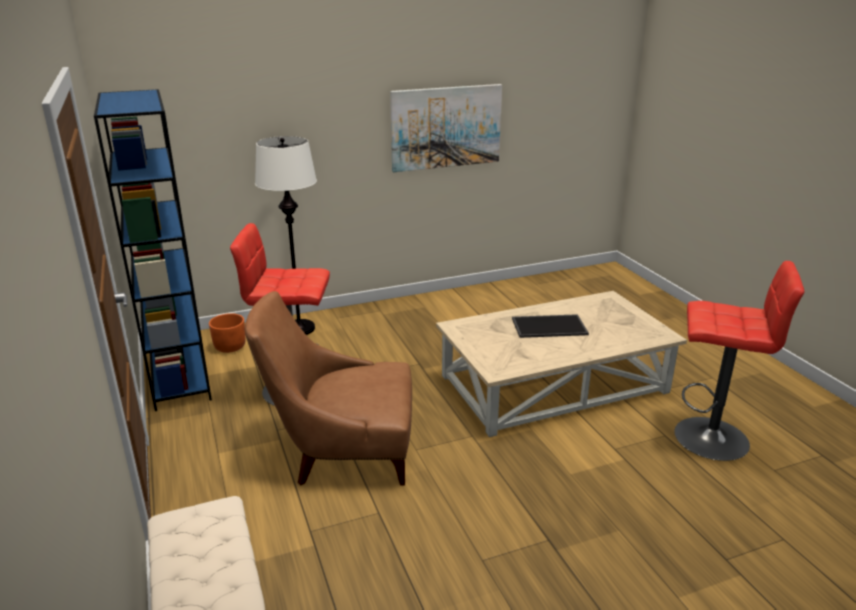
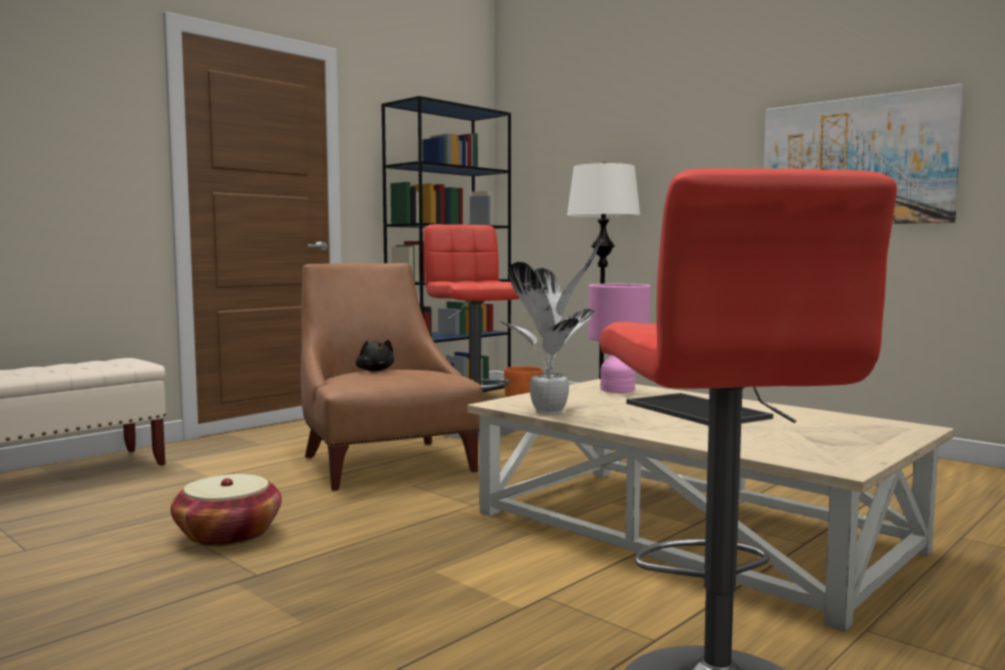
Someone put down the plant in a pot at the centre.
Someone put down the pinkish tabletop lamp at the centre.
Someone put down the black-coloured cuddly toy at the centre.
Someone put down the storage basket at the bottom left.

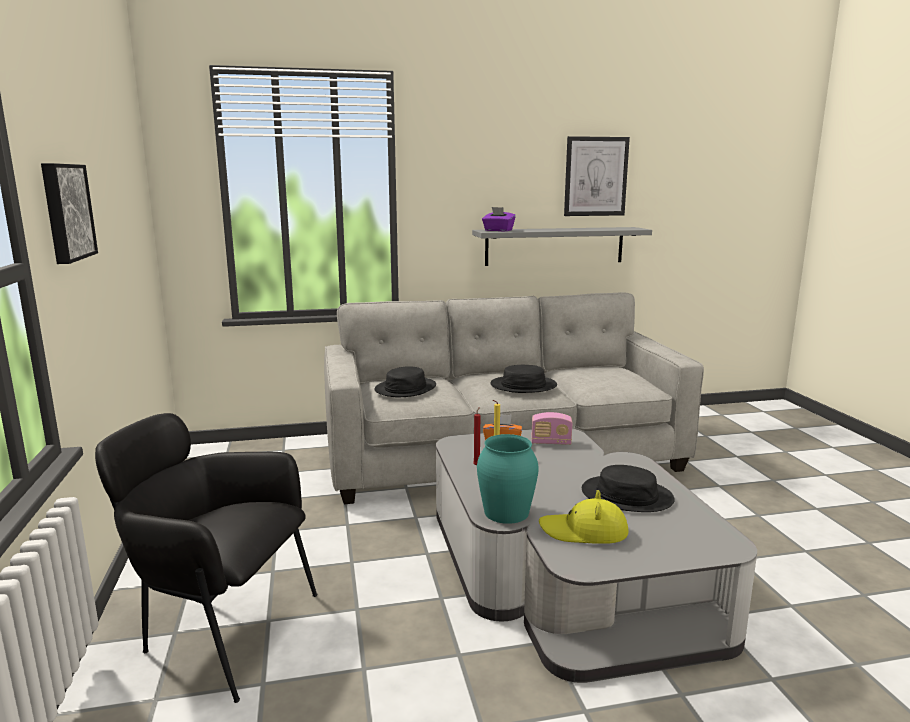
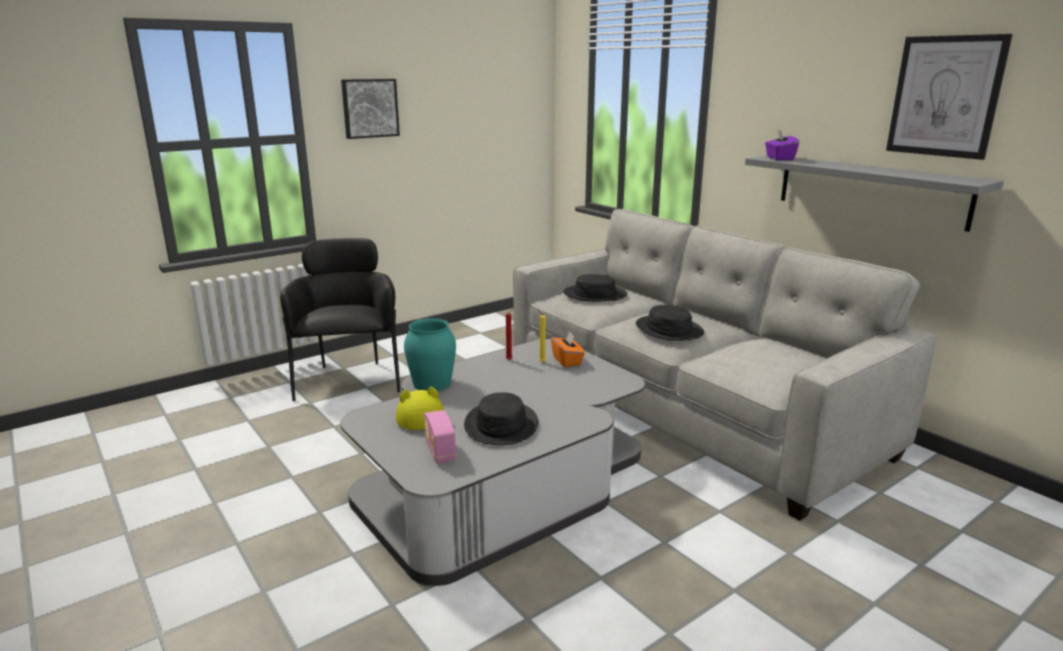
Someone carried the radio set from the centre to the bottom centre.

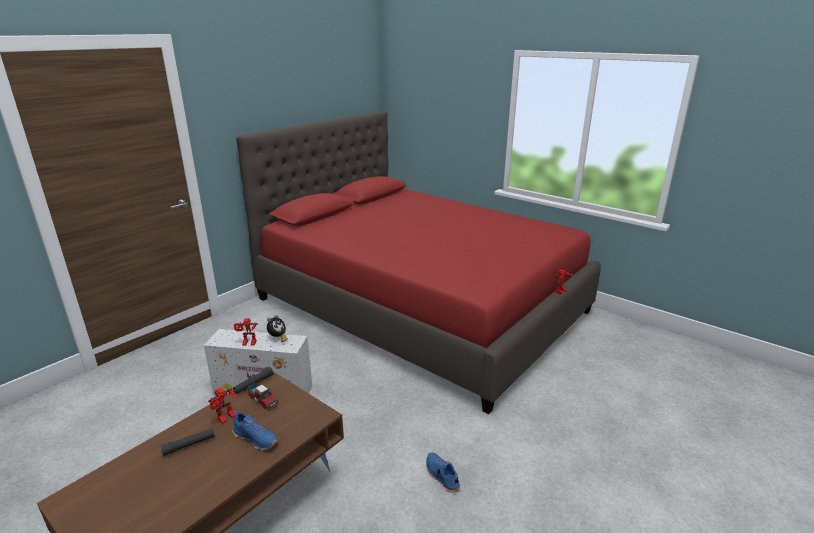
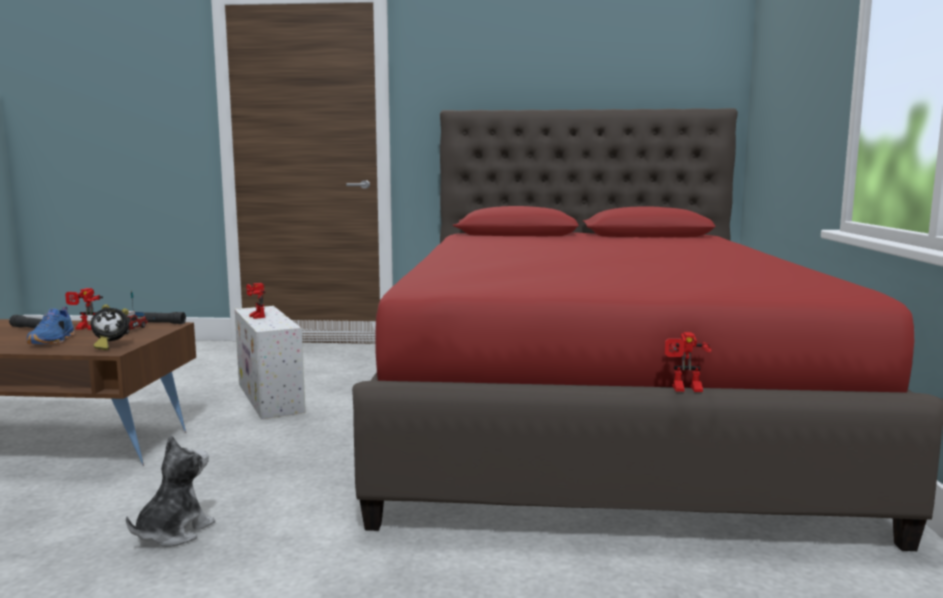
Someone carried the alarm clock from the centre to the middle left.
Someone swapped the blue-coloured low shoe (no. 2 from left) at the bottom centre for the cuddly toy at the bottom left.

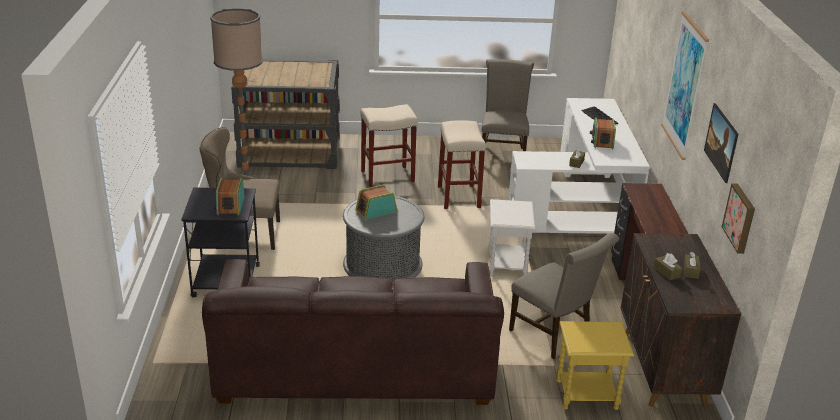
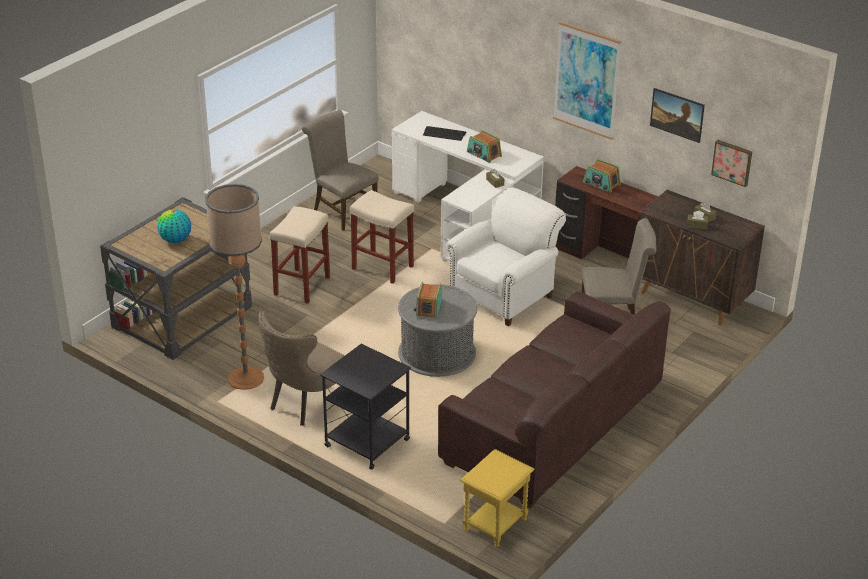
Someone carried the radio set (no. 1 from left in the first image) from the middle left to the top right.
Someone swapped the white-coloured end table at the centre for the white-coloured lounge chair at the centre.
Someone carried the yellow end table from the bottom right to the bottom centre.
Someone put down the world globe at the middle left.

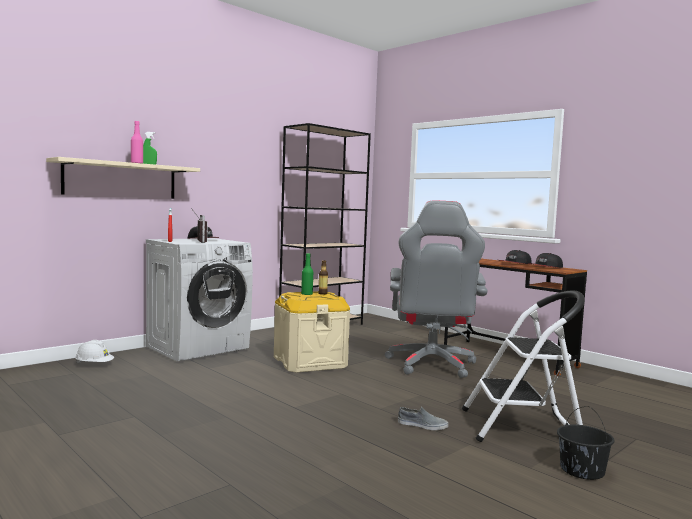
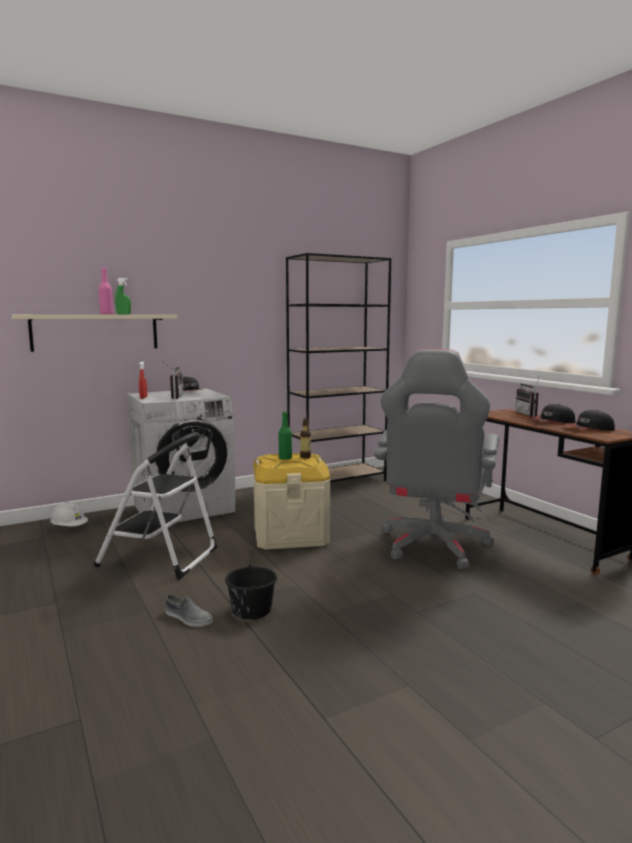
Someone carried the step ladder from the bottom right to the middle left.
Someone carried the black-coloured bucket from the bottom right to the bottom centre.
Someone carried the greyish low shoe from the bottom centre to the bottom left.
Someone put down the radio set (no. 2 from left) at the middle right.

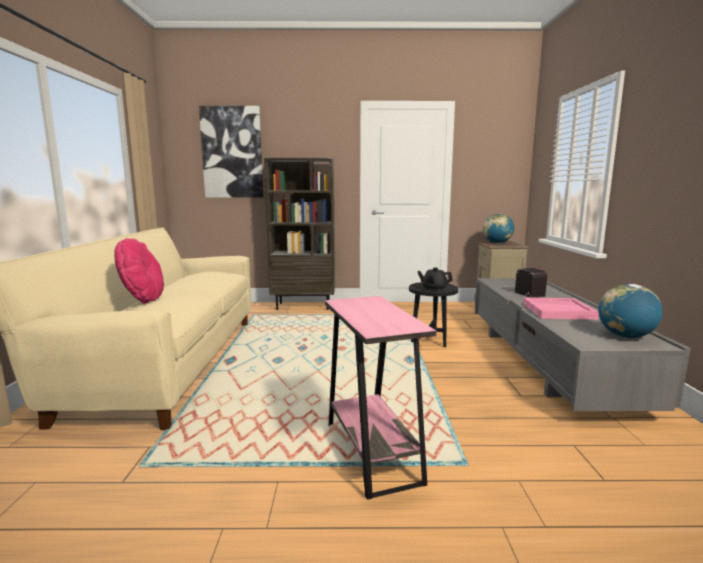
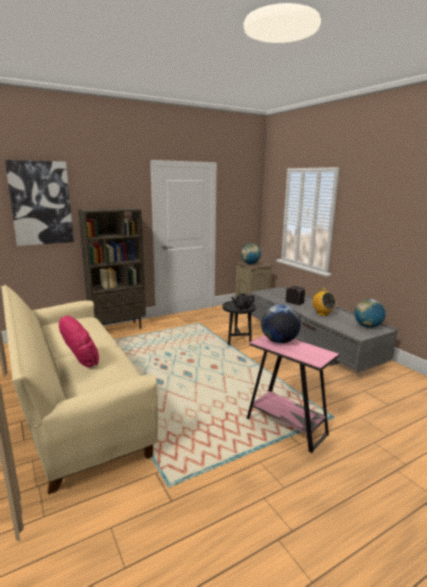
Someone swapped the pinkish tray at the middle right for the radio set (no. 2 from left) at the middle right.
Someone put down the world globe (no. 2 from left) at the centre.

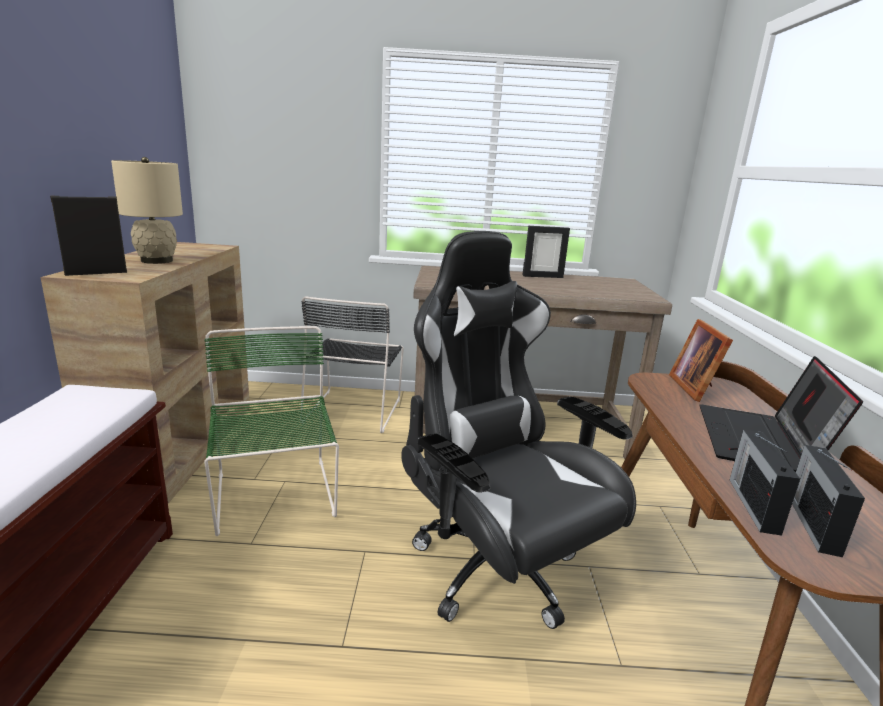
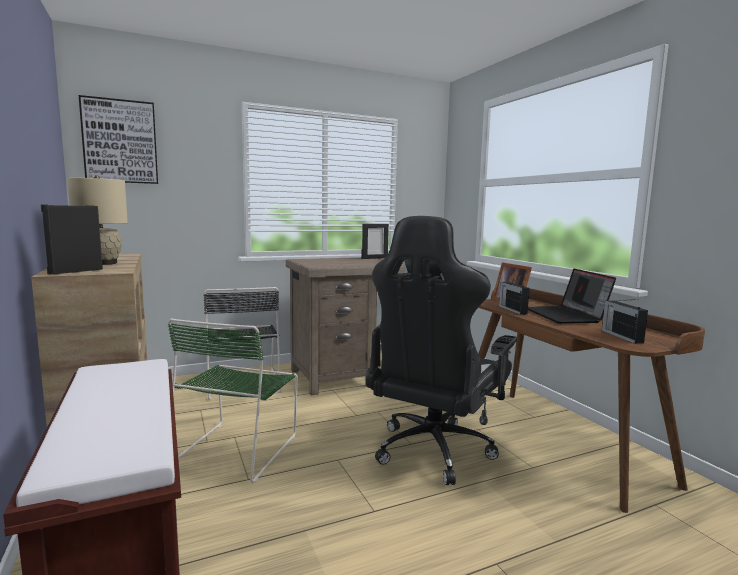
Someone rotated the black-coloured computer chair at the centre by 90 degrees counterclockwise.
Someone rotated the greenish upright chair at the middle left by 120 degrees counterclockwise.
Someone carried the radio set (no. 1 from left) from the bottom right to the middle right.
Someone put up the wall picture at the top left.

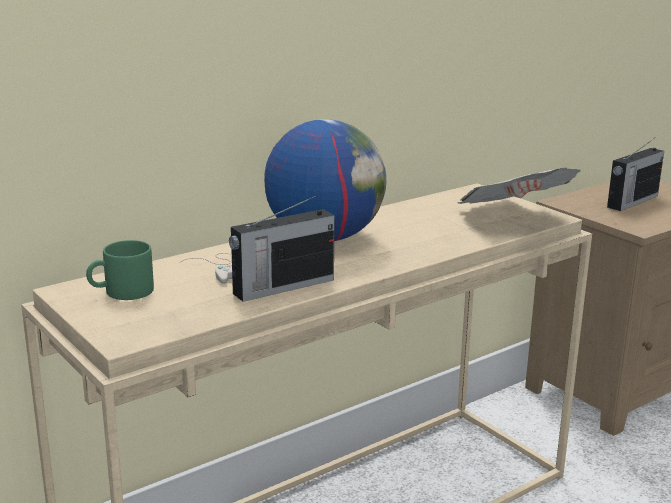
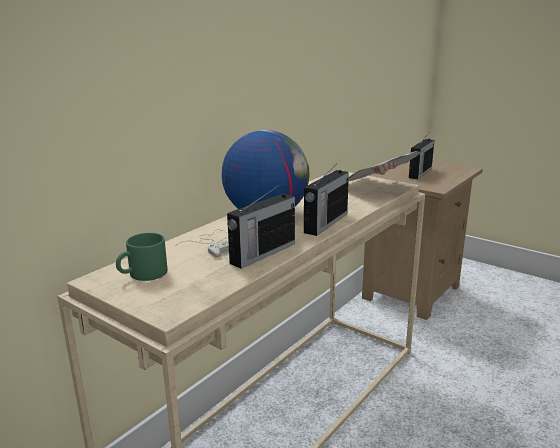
Someone put down the radio set (no. 2 from left) at the centre.

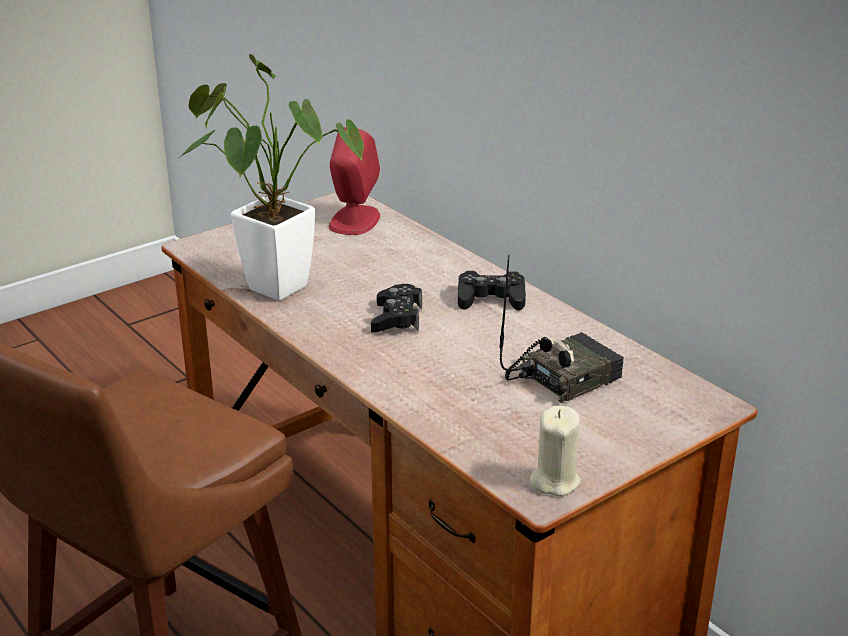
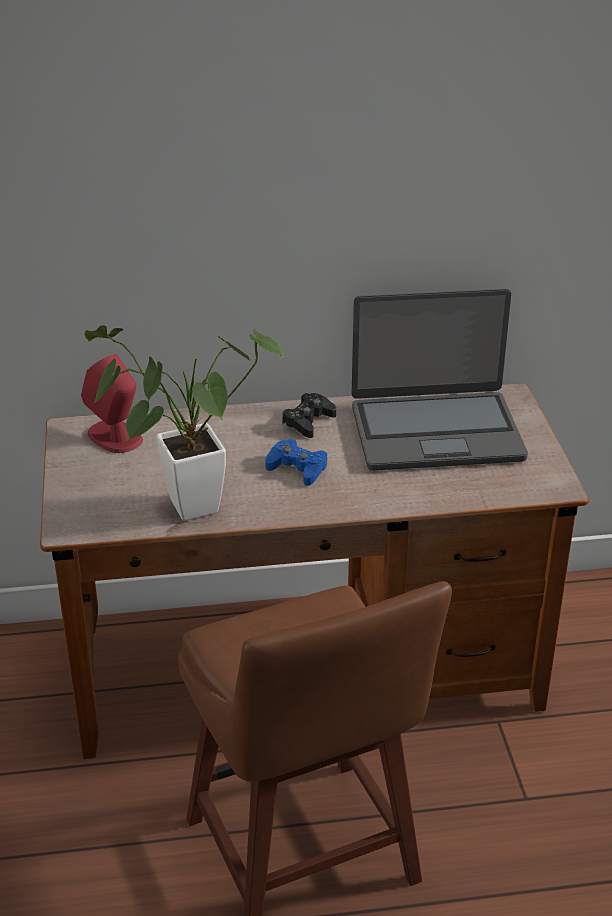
Someone swapped the radio set at the centre for the notebook computer at the middle right.
Someone repainted the black-coloured game controller (no. 1 from left) at the centre, which became the blue-coloured game controller at the centre.
Someone took away the beige-coloured wax candle at the bottom centre.

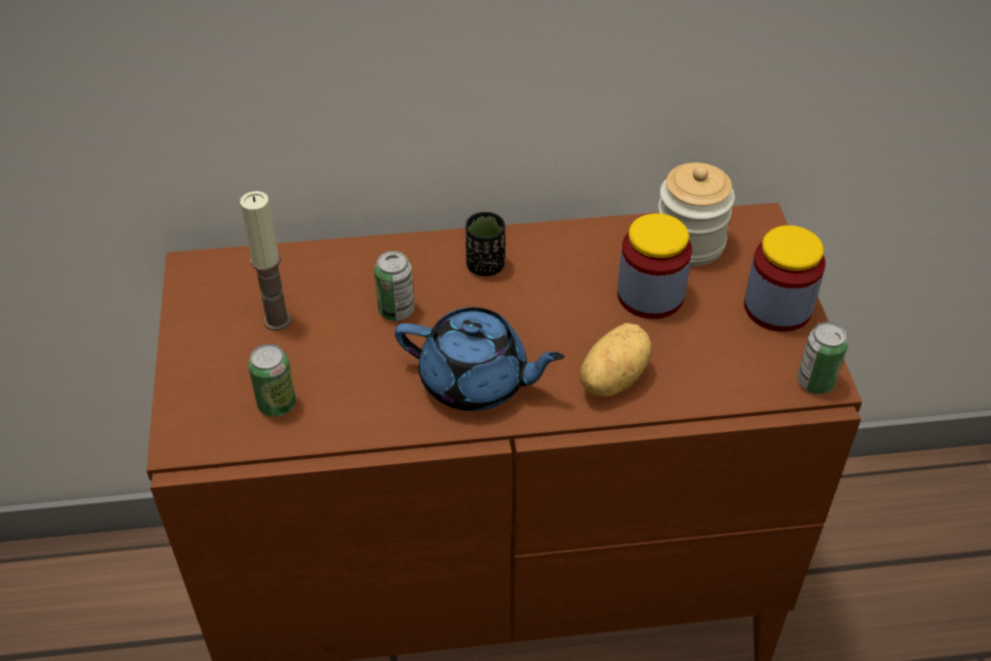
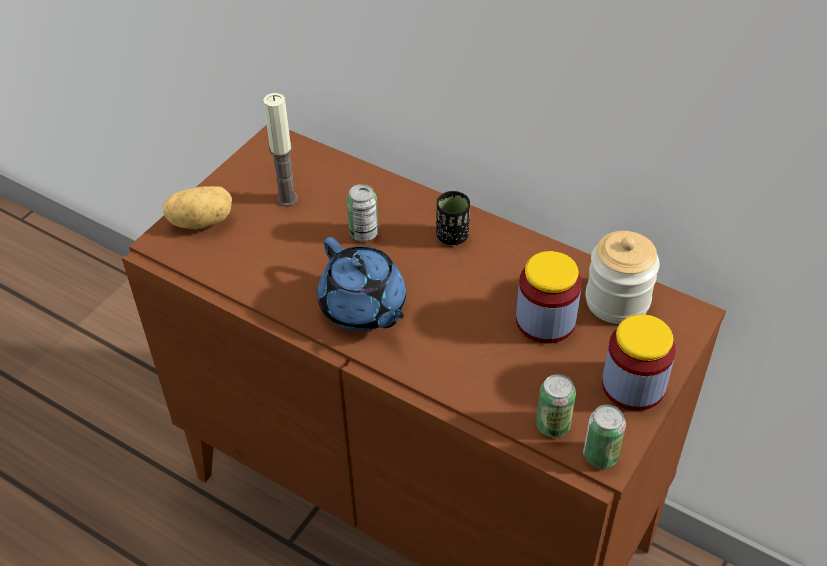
Someone carried the spud from the centre to the middle left.
Someone carried the can (no. 1 from left in the first image) from the middle left to the bottom right.

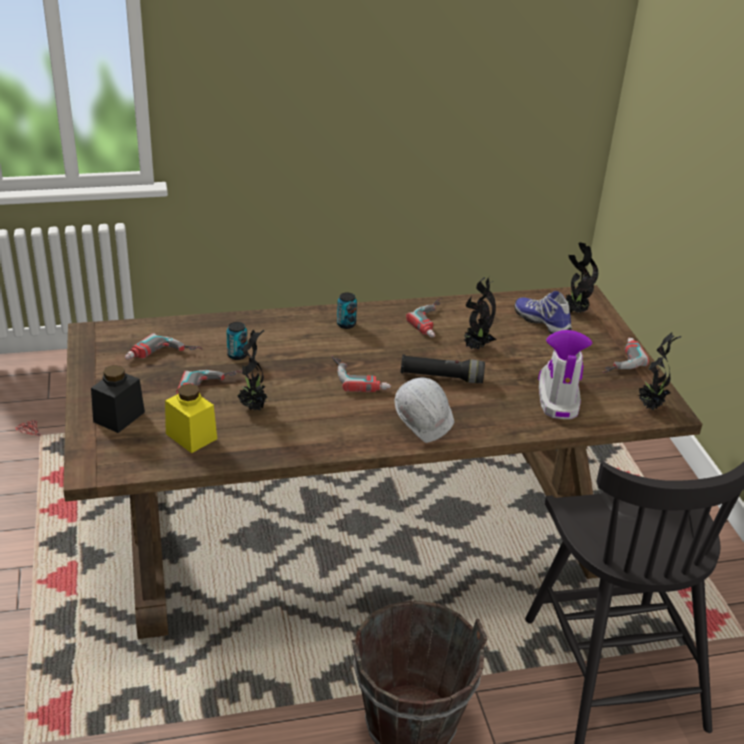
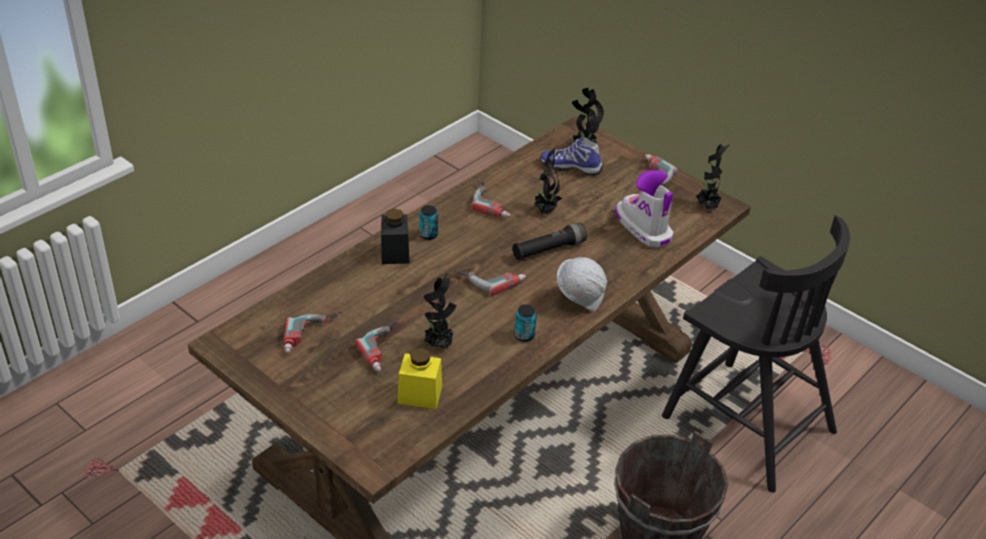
Someone carried the can (no. 1 from left in the first image) from the middle left to the centre.
Someone carried the black-coloured preserve jar from the middle left to the centre.

